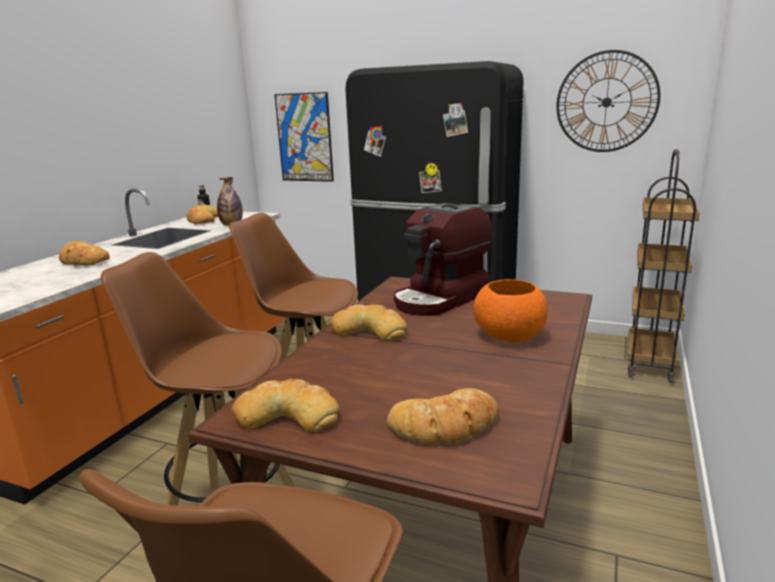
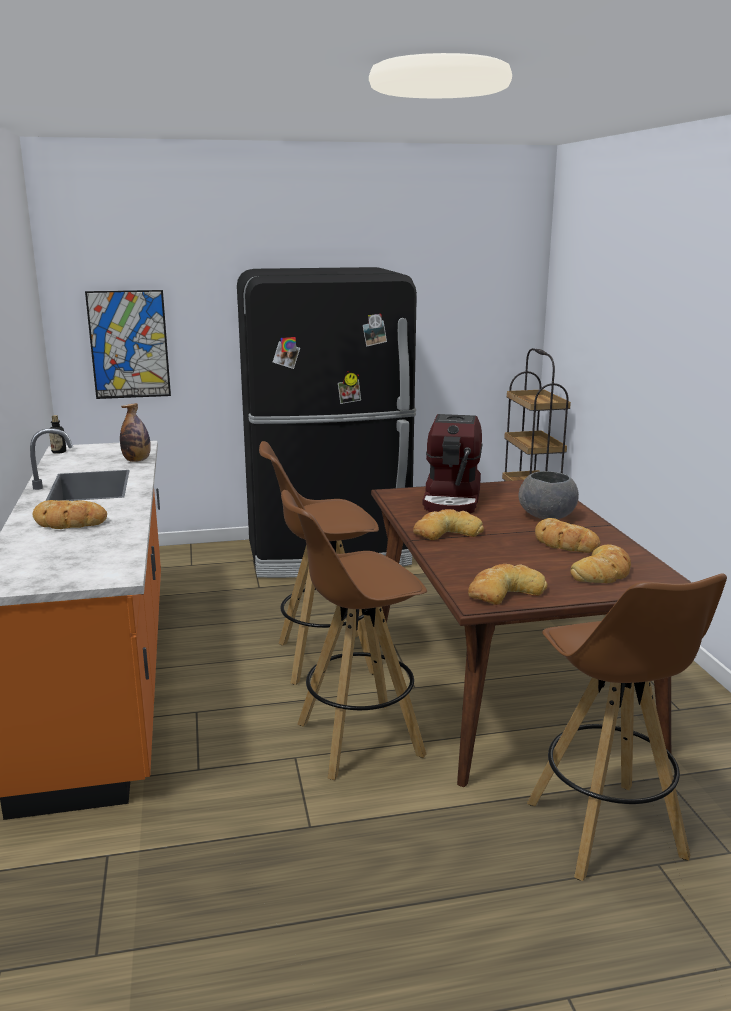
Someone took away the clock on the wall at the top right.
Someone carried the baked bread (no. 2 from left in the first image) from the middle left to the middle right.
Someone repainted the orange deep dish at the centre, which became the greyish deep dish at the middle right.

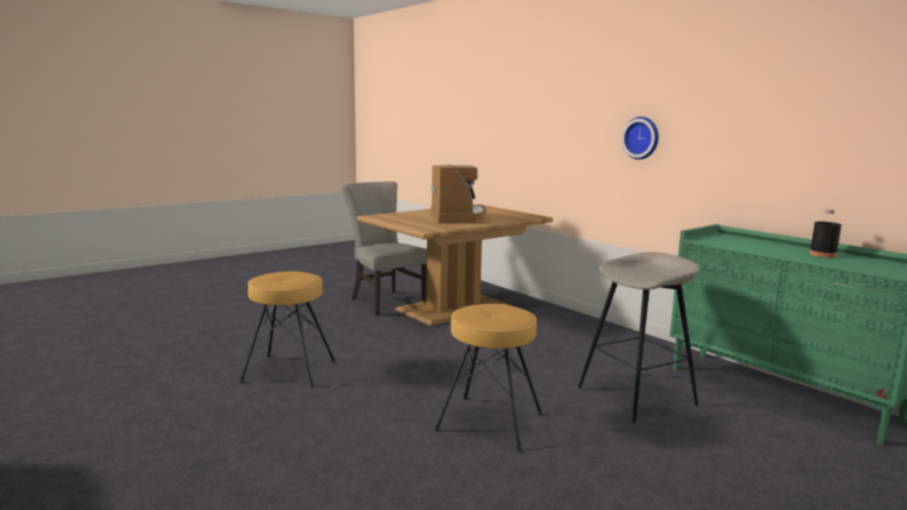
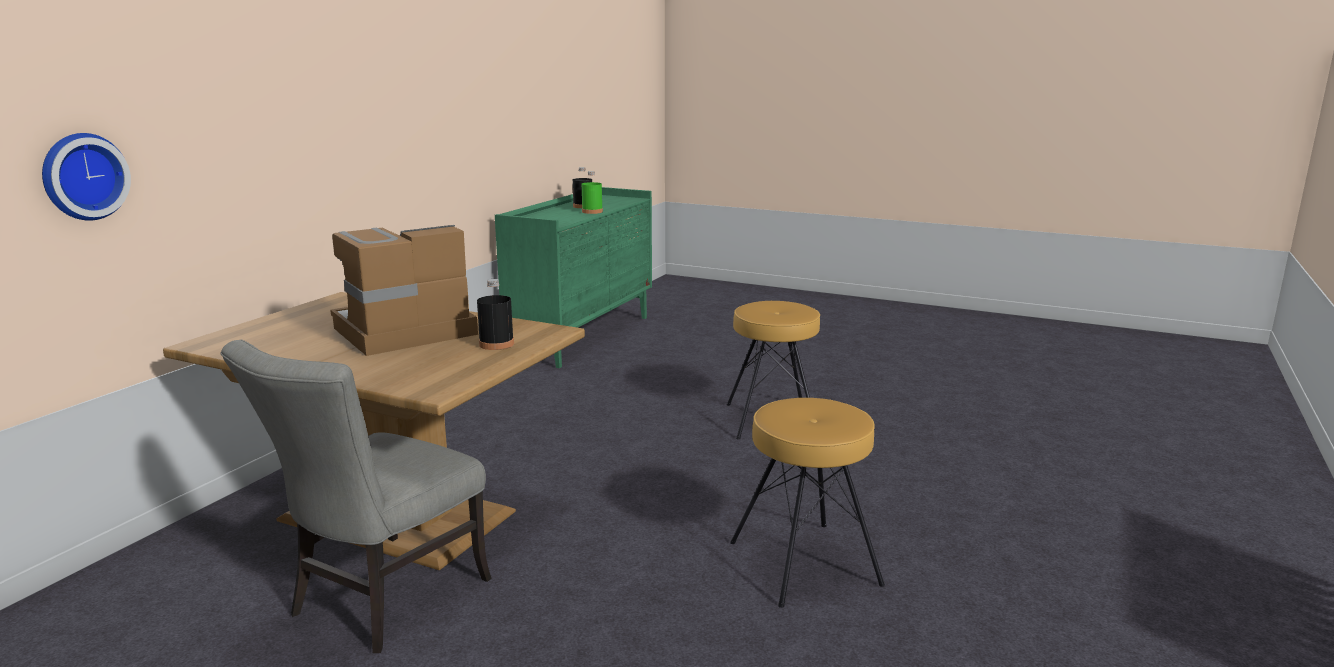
Someone carried the clock on the wall from the top right to the top left.
Someone took away the greyish stool seat at the middle right.
Someone put down the greenish drink bottle at the top centre.
Someone put down the black-coloured drink bottle (no. 1 from left) at the centre.

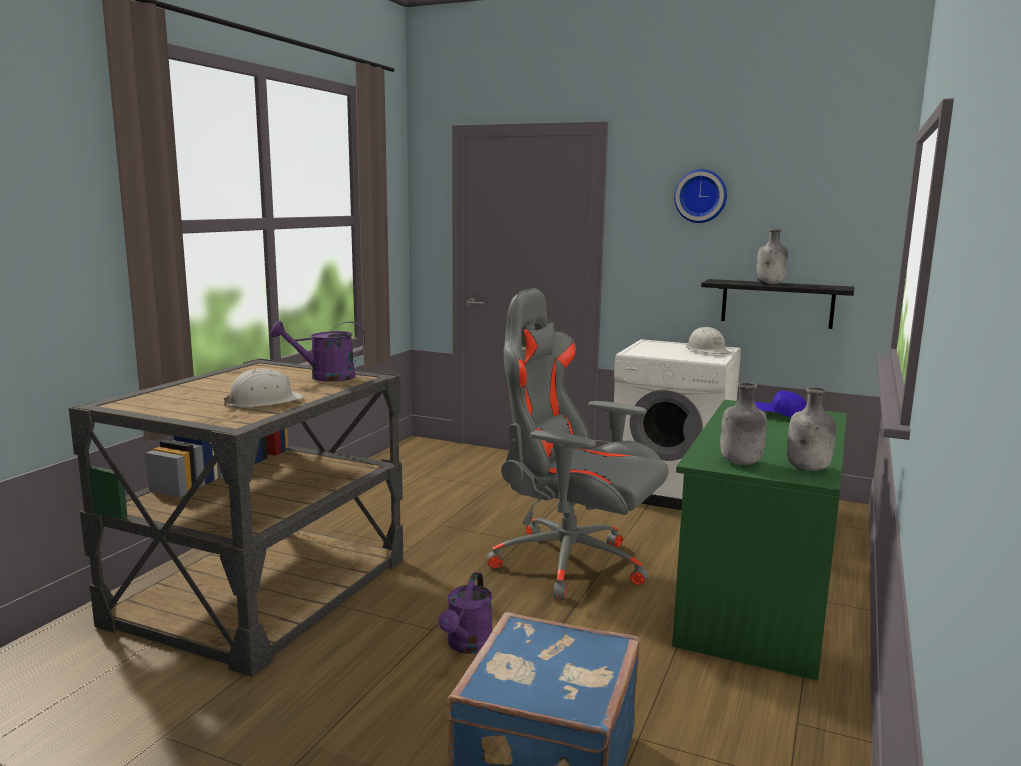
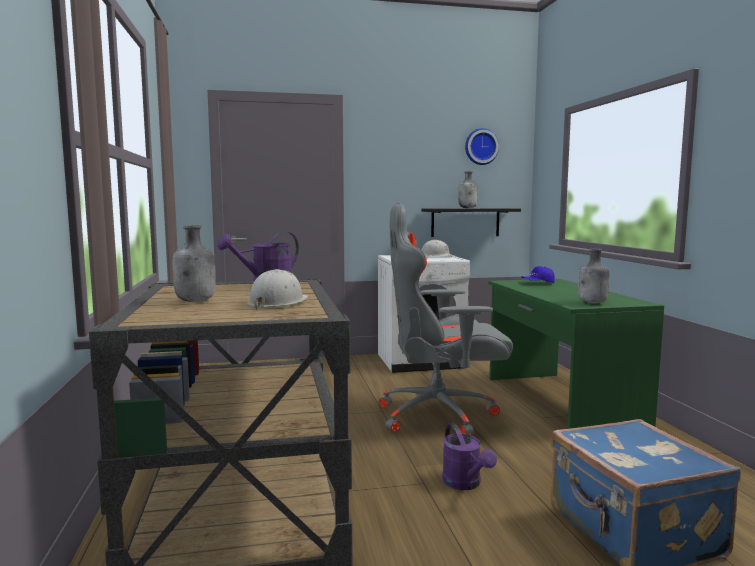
Someone carried the clock on the wall from the top right to the top centre.
Someone carried the greyish drink bottle (no. 3 from left in the first image) from the middle right to the middle left.

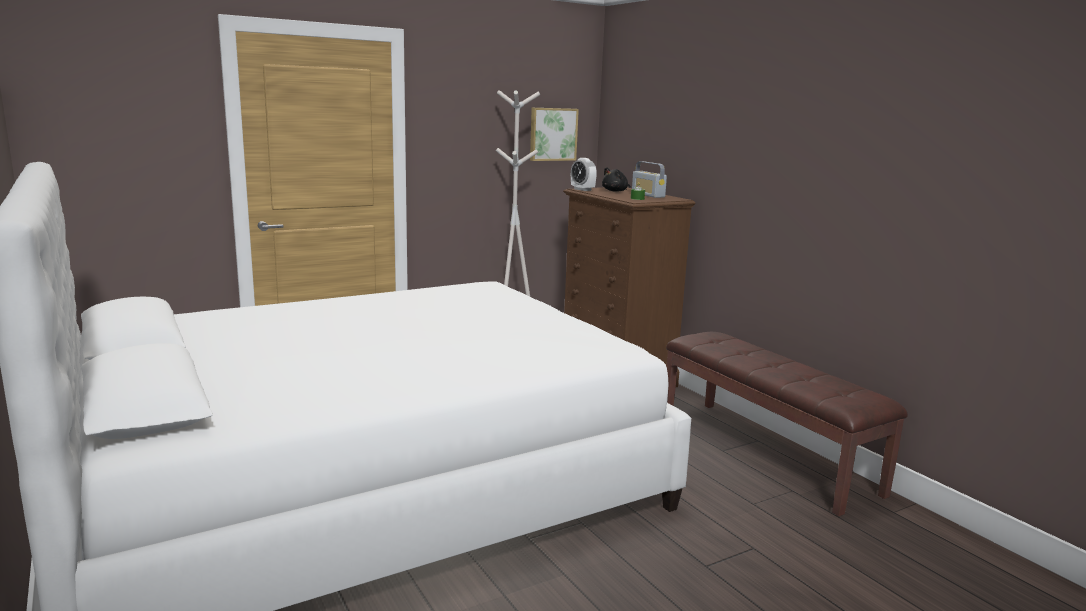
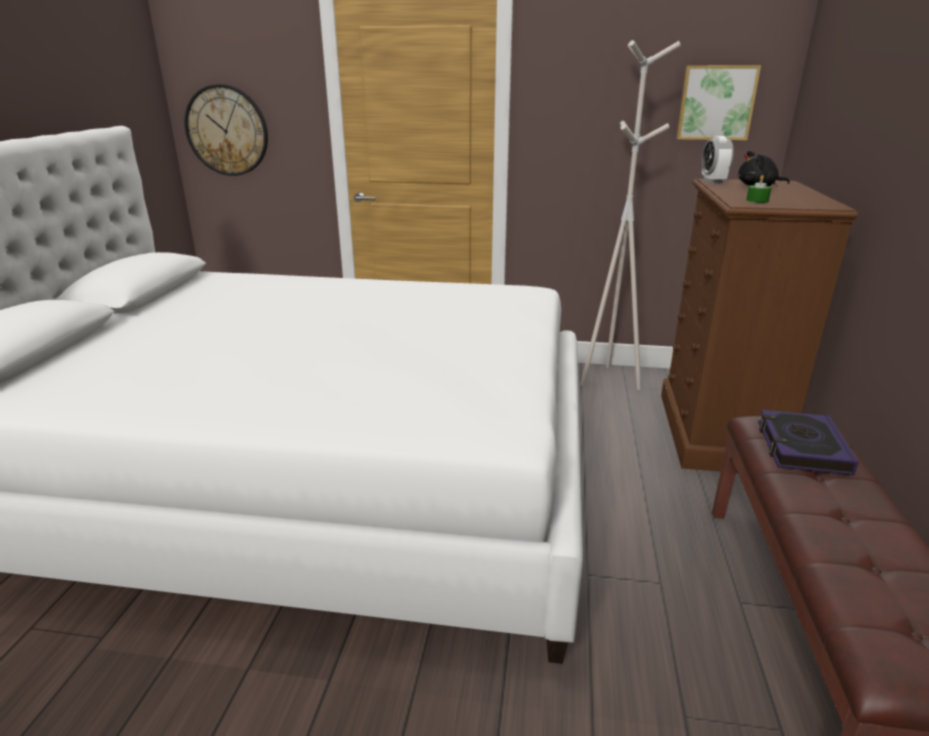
Someone took away the radio set at the top centre.
Someone put up the clock on the wall at the top left.
Someone put down the bound book at the middle right.

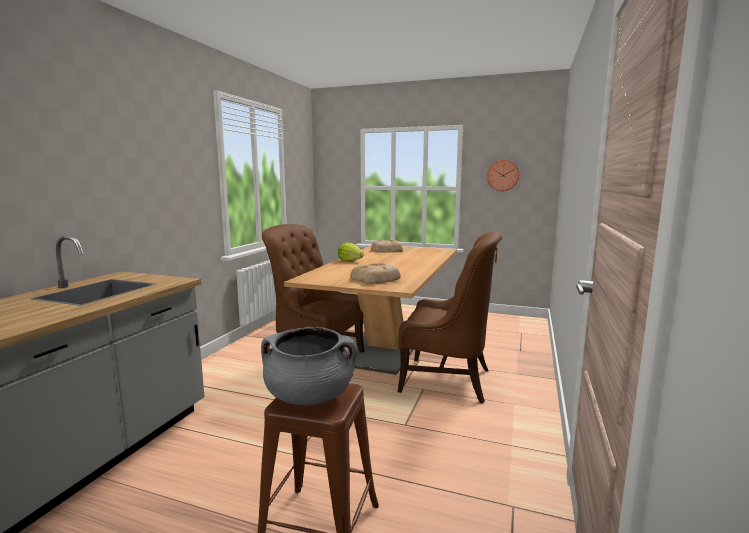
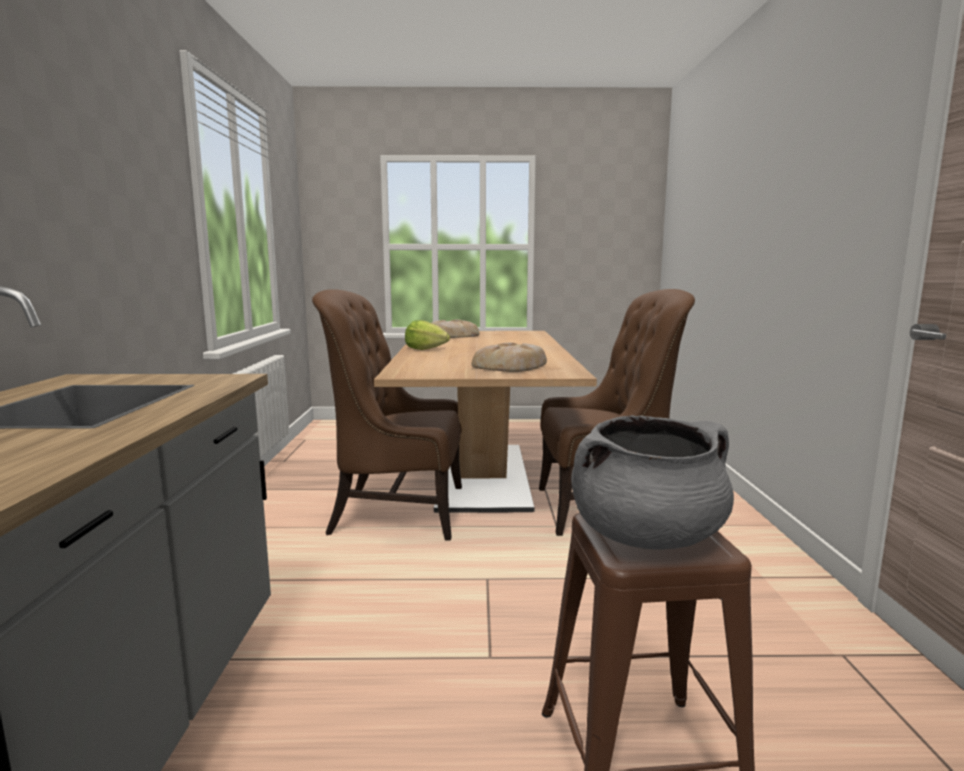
Someone took away the clock on the wall at the top right.

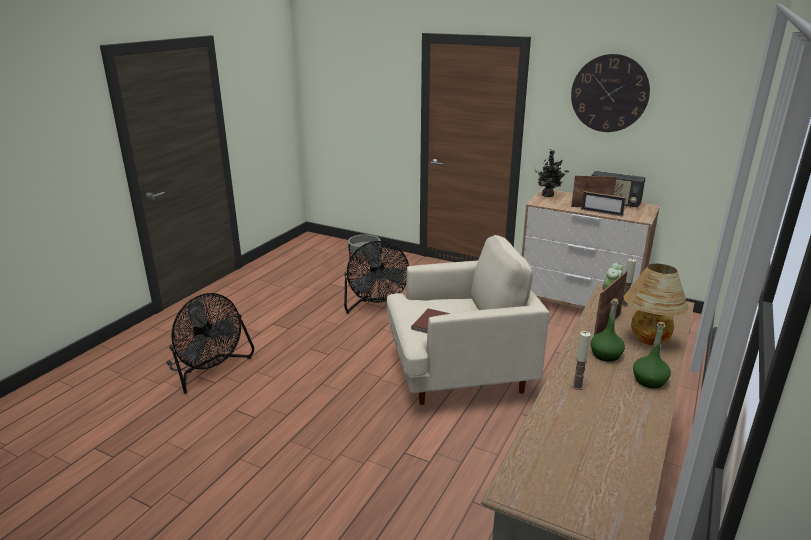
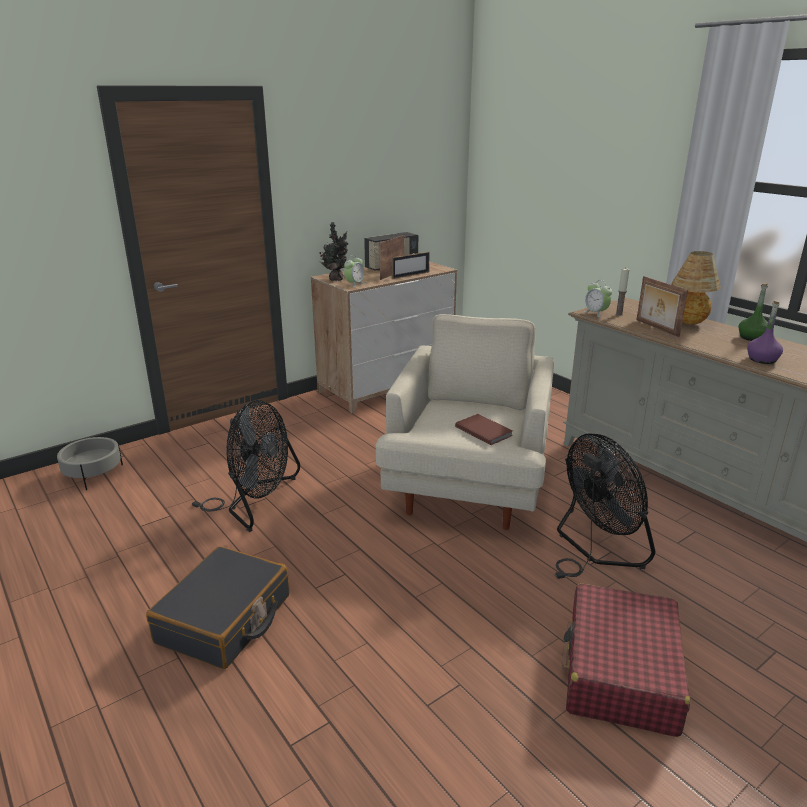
Someone took away the clock on the wall at the top right.
Someone carried the black-coloured cooling fan (no. 1 from left in the first image) from the middle left to the middle right.
Someone took away the greenish drink bottle (no. 1 from left) at the middle right.
Someone swapped the wax candle (no. 1 from left) at the bottom right for the purple drink bottle at the middle right.
Someone put down the alarm clock (no. 1 from left) at the centre.
Someone put down the black-coloured travel case at the bottom left.
Someone put down the red travel case at the bottom right.

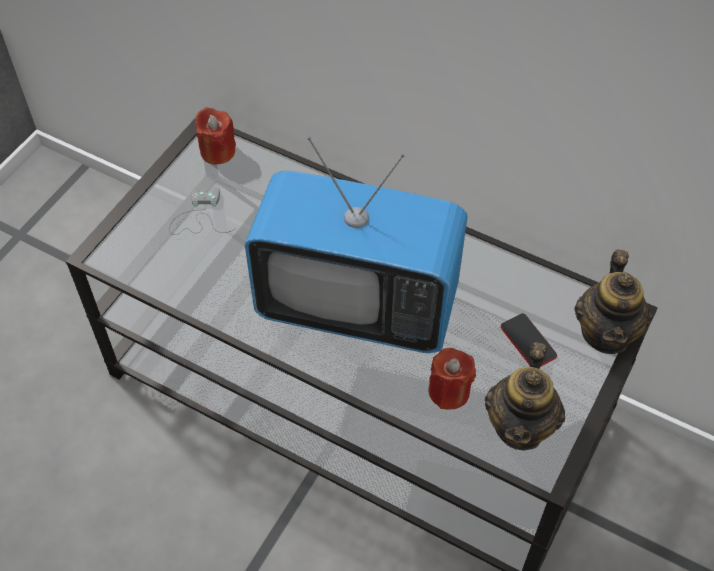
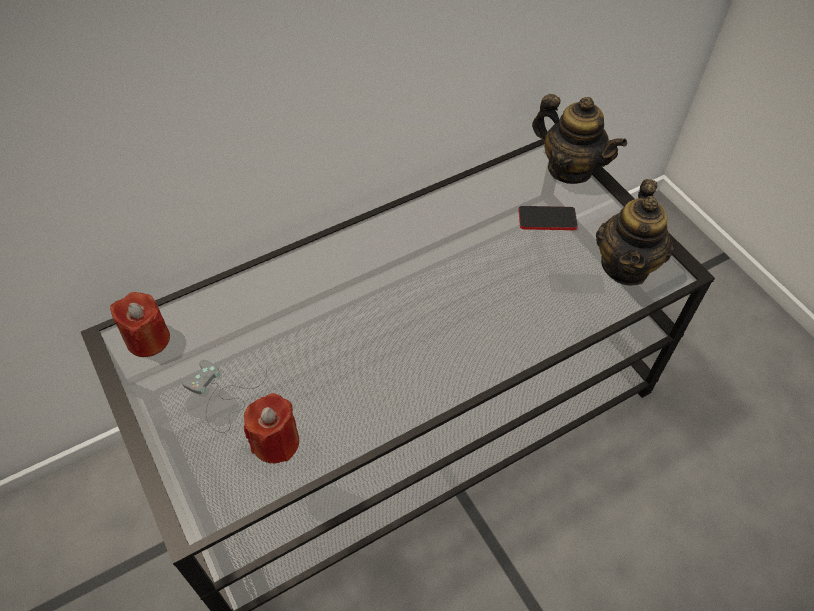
Someone took away the TV set at the centre.
Someone rotated the teapot (no. 1 from left in the first image) at the bottom right by 60 degrees clockwise.
Someone carried the red wax candle (no. 2 from left) from the centre to the bottom left.

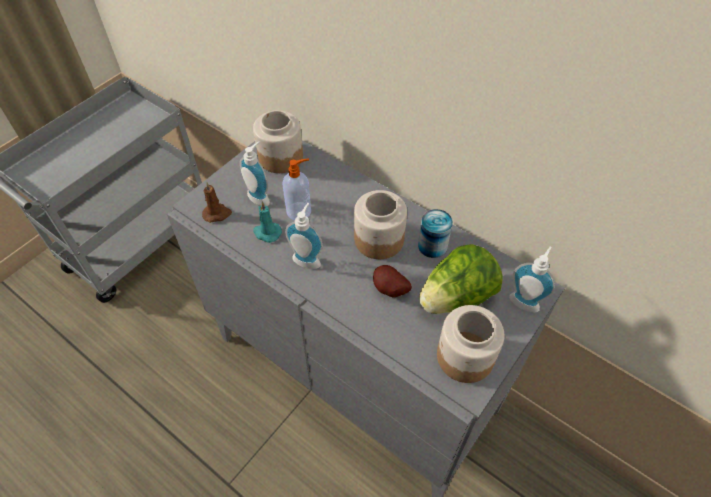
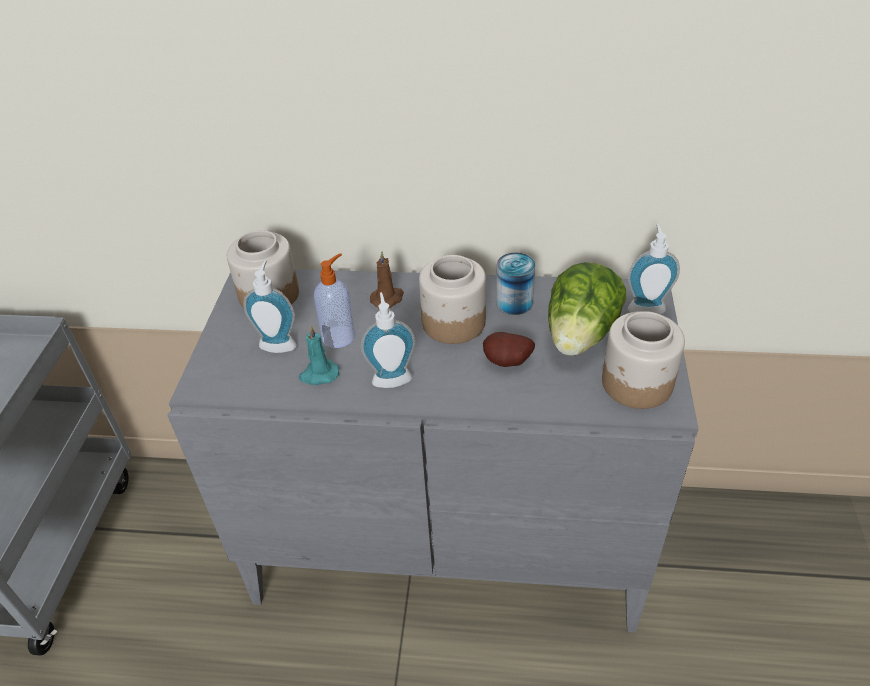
Someone carried the brown wax candle from the middle left to the centre.

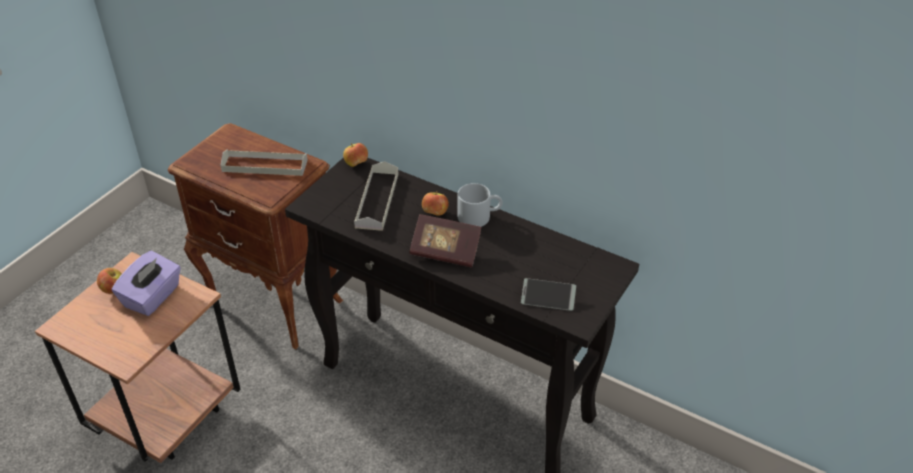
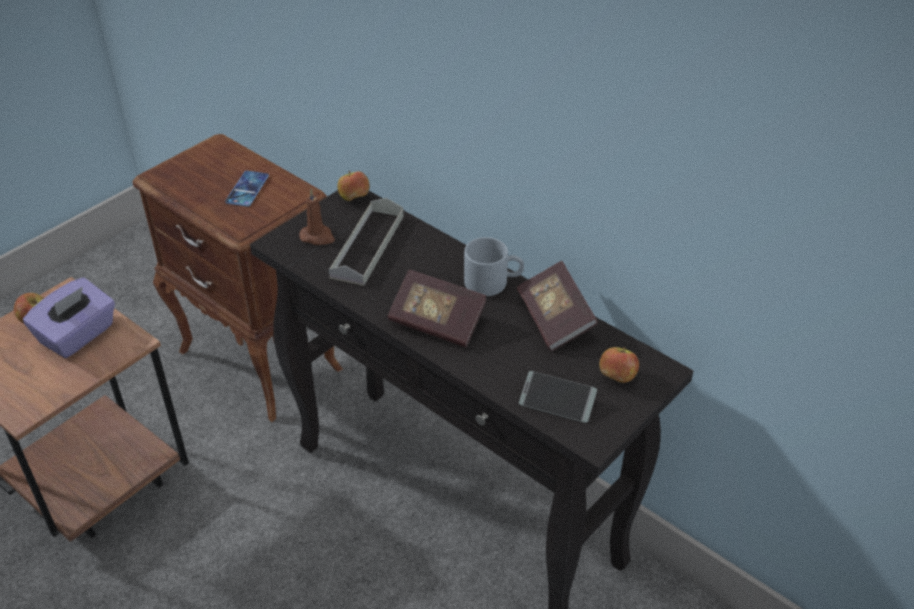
Someone swapped the greyish tray (no. 1 from left) at the middle left for the telephone (no. 1 from left) at the top left.
Someone carried the whole apple (no. 3 from left) from the centre to the middle right.
Someone put down the brown wax candle at the centre.
Someone put down the bound book (no. 2 from left) at the centre.

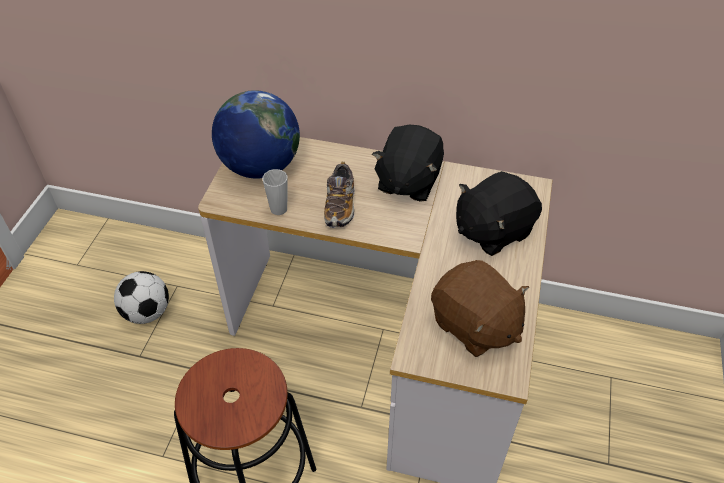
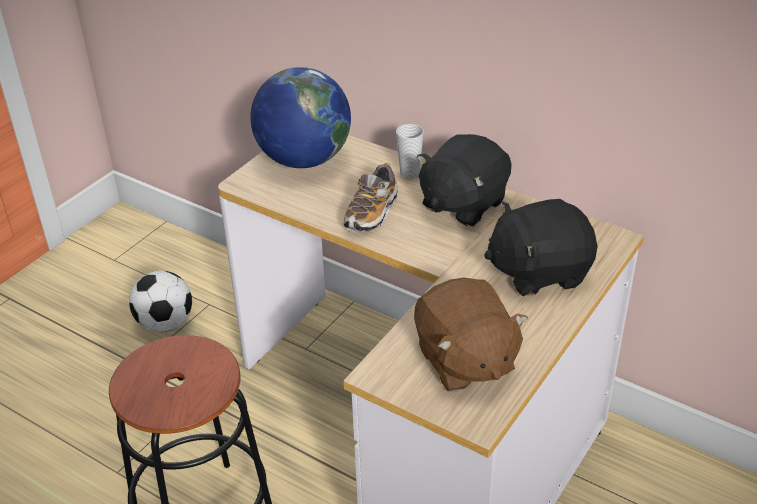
Someone carried the small cup from the centre to the top centre.

